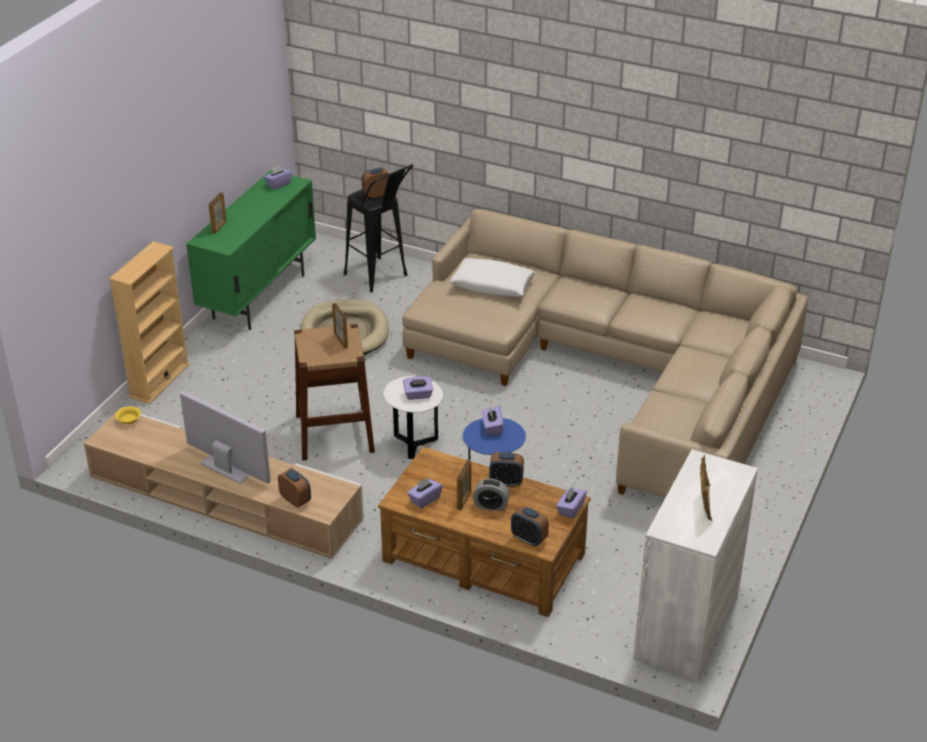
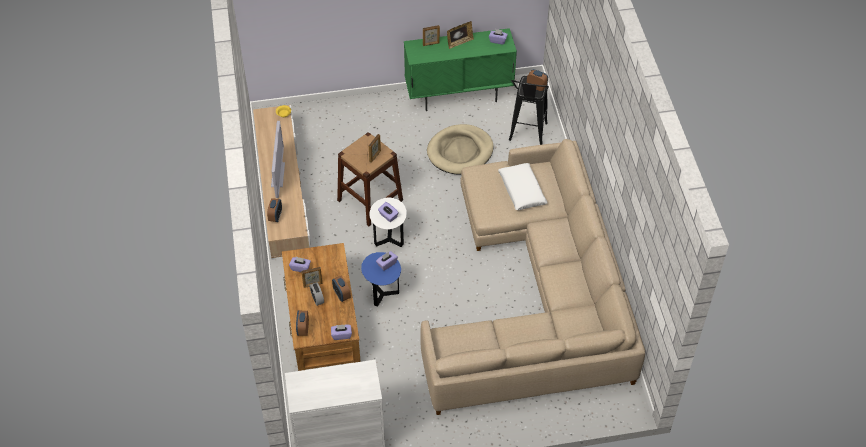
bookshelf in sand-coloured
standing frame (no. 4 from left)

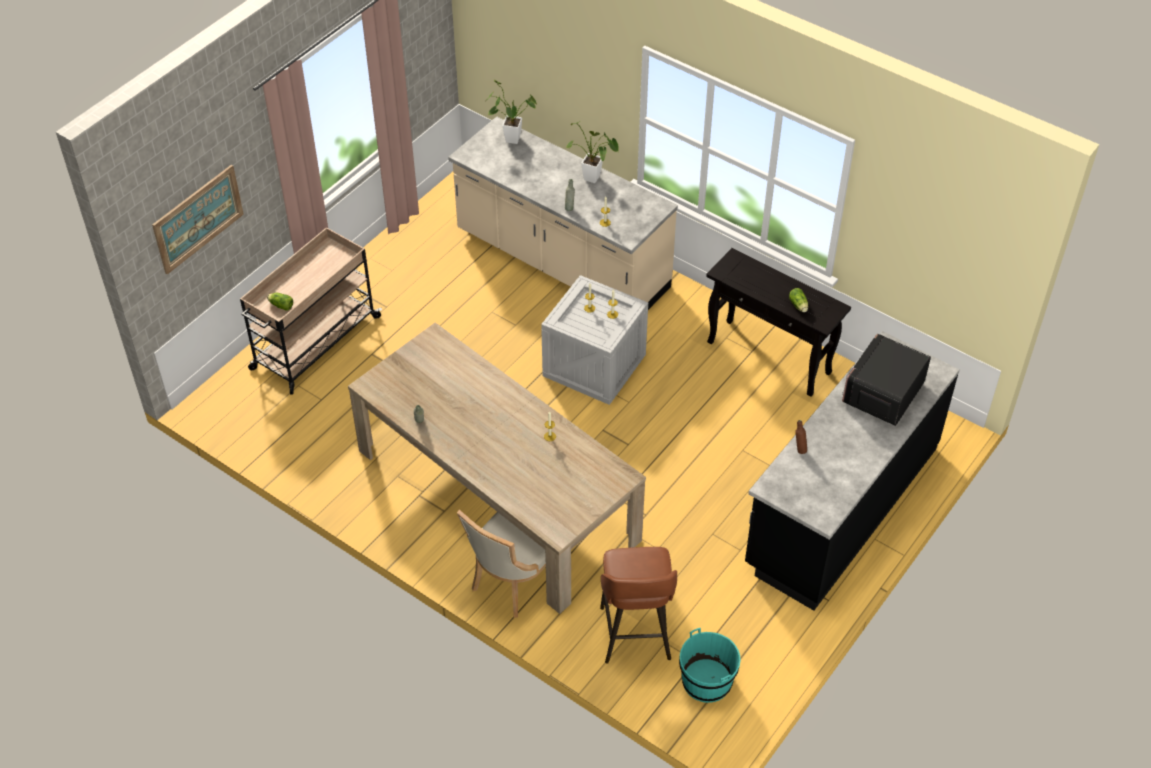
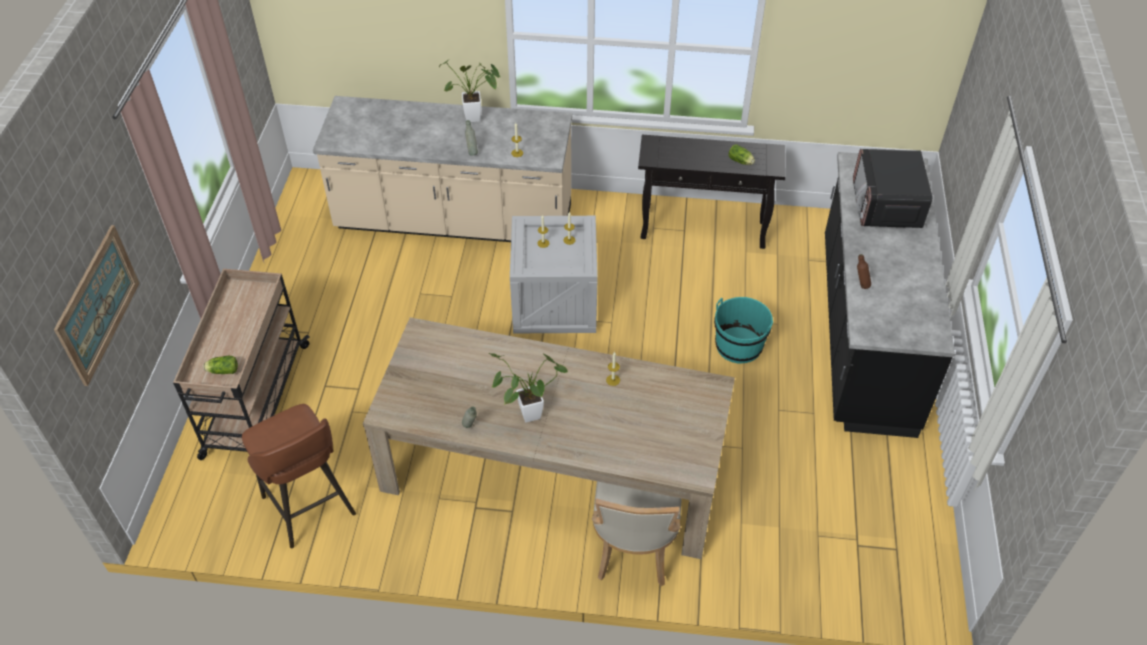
plant in a pot (no. 2 from left)
stool in brownish
bucket in turquoise-coloured

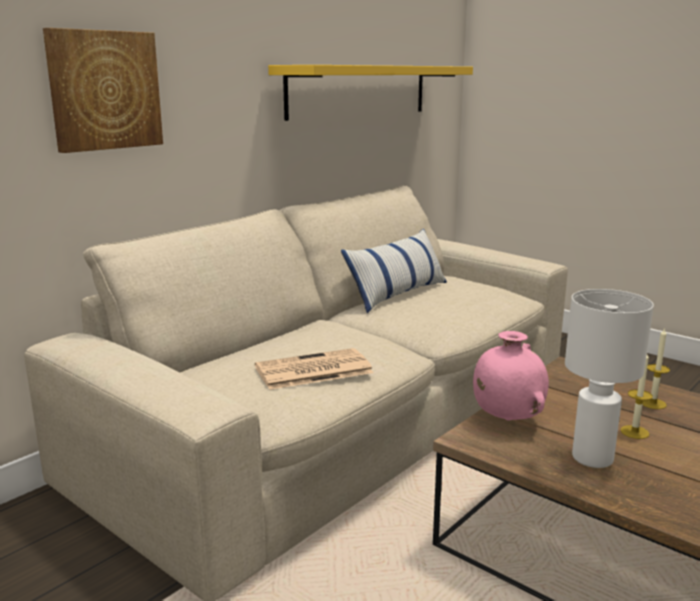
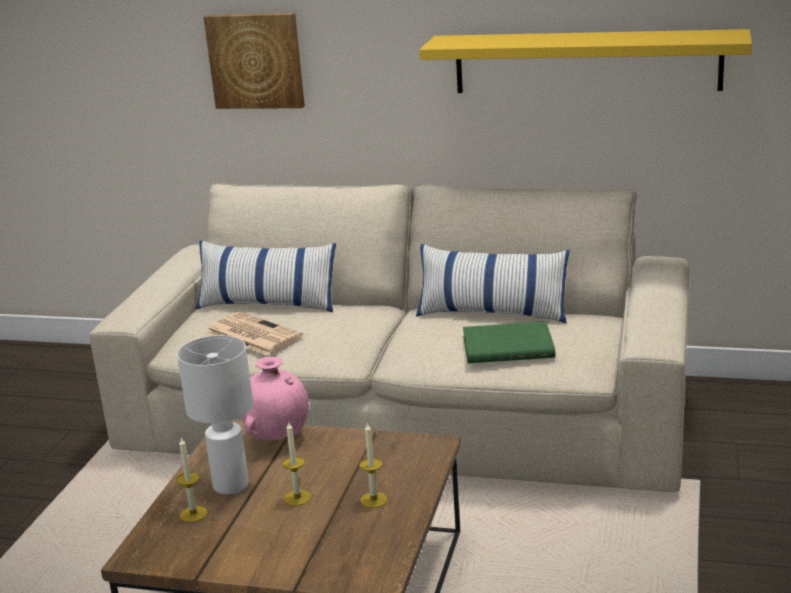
candle (no. 1 from left)
pillow (no. 1 from left)
bound book in green-coloured

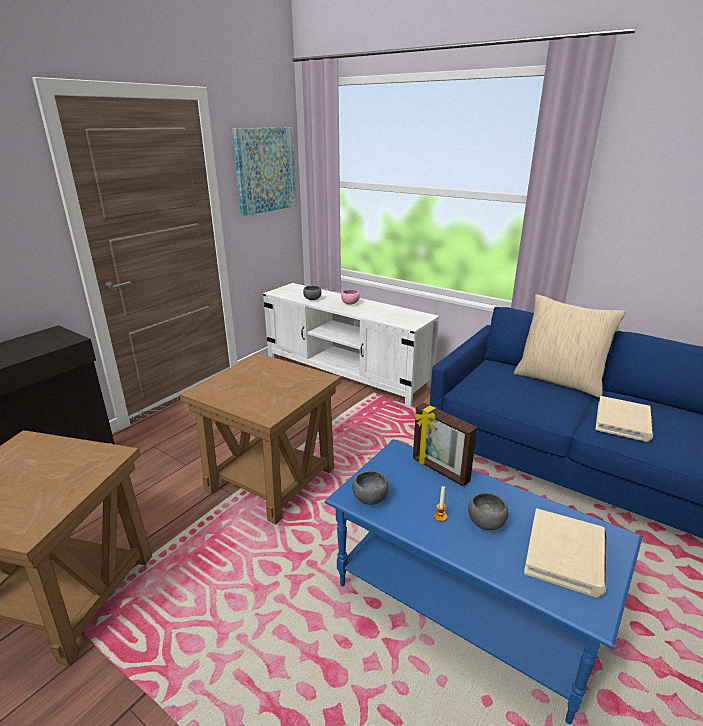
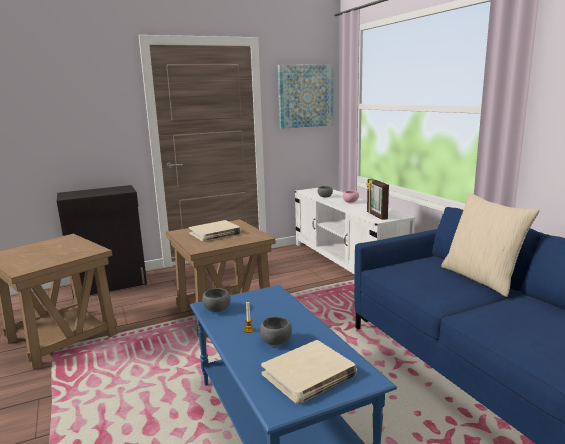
standing frame
bound book in sand-coloured (no. 1 from left)

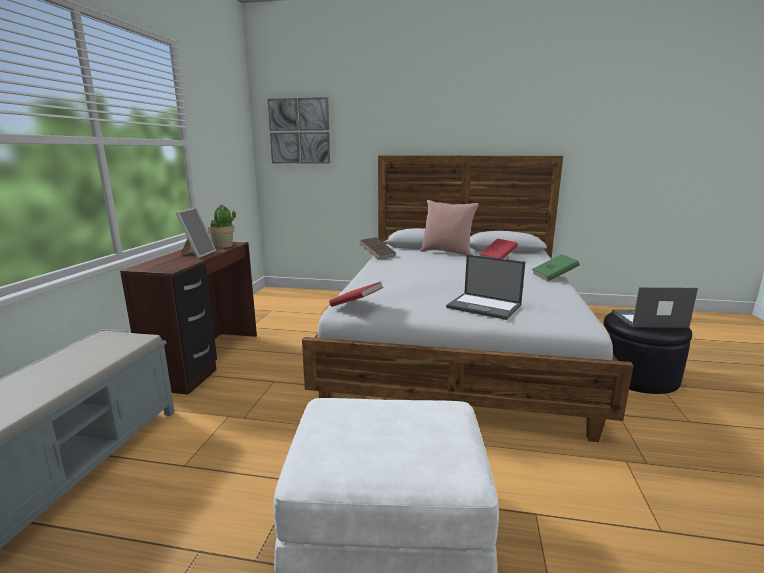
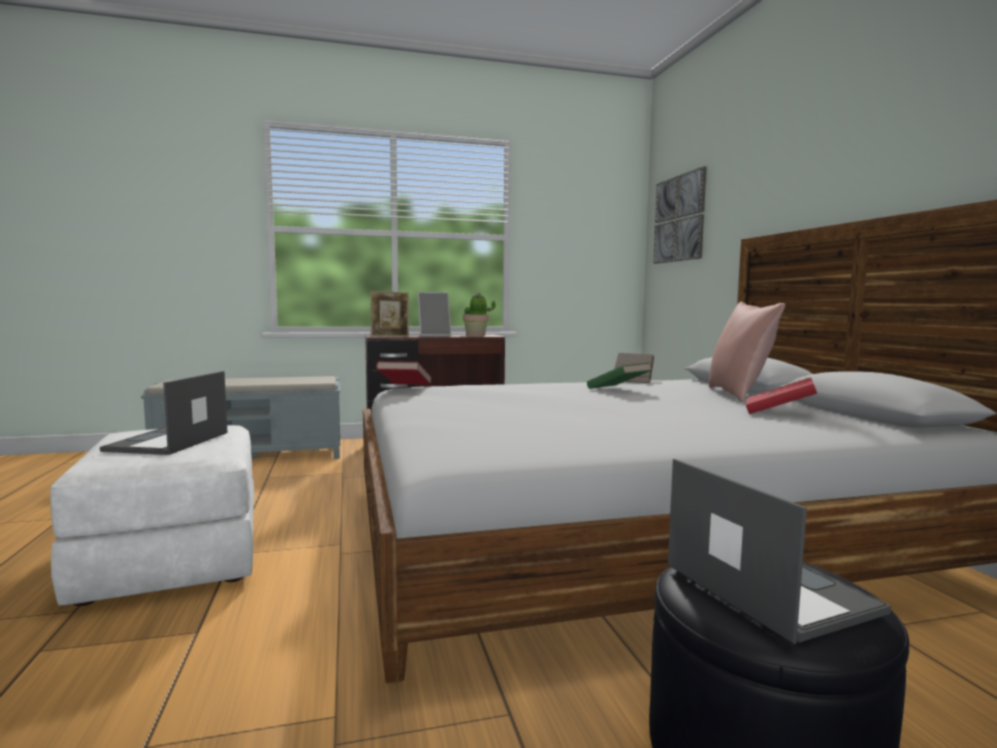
standing frame (no. 1 from left)
portable computer (no. 1 from left)
bound book in green-coloured

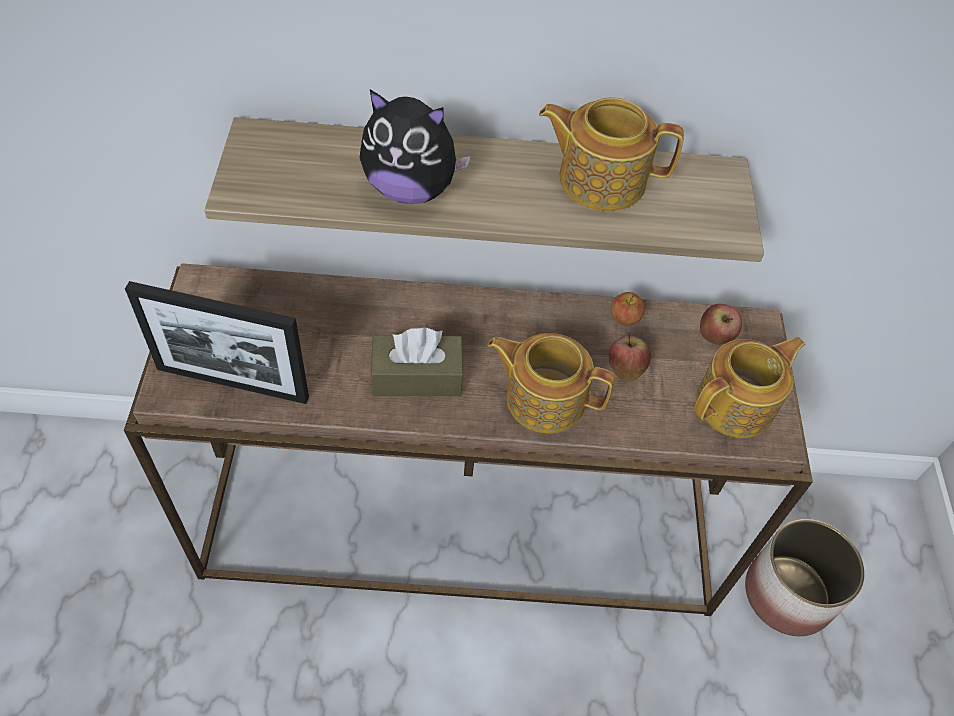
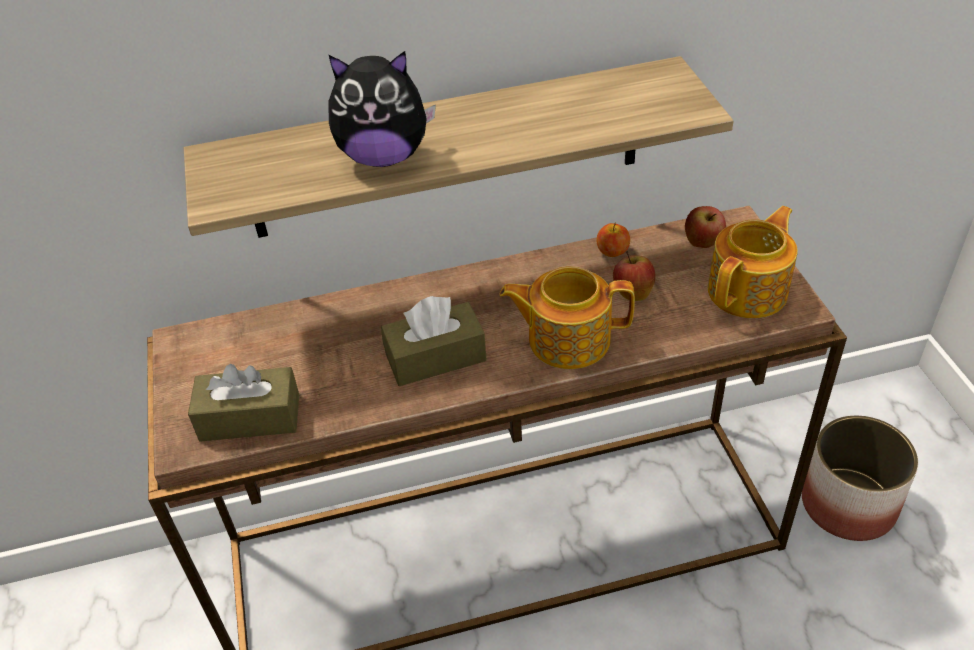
pot for tea (no. 2 from left in the first image)
tissue holder in brownish (no. 1 from left)

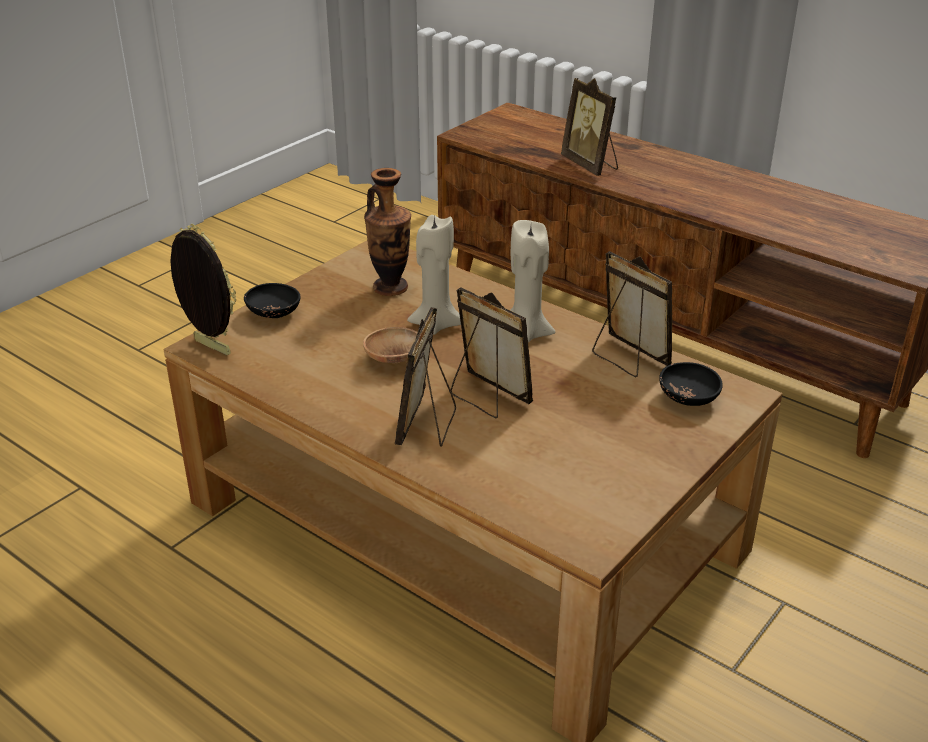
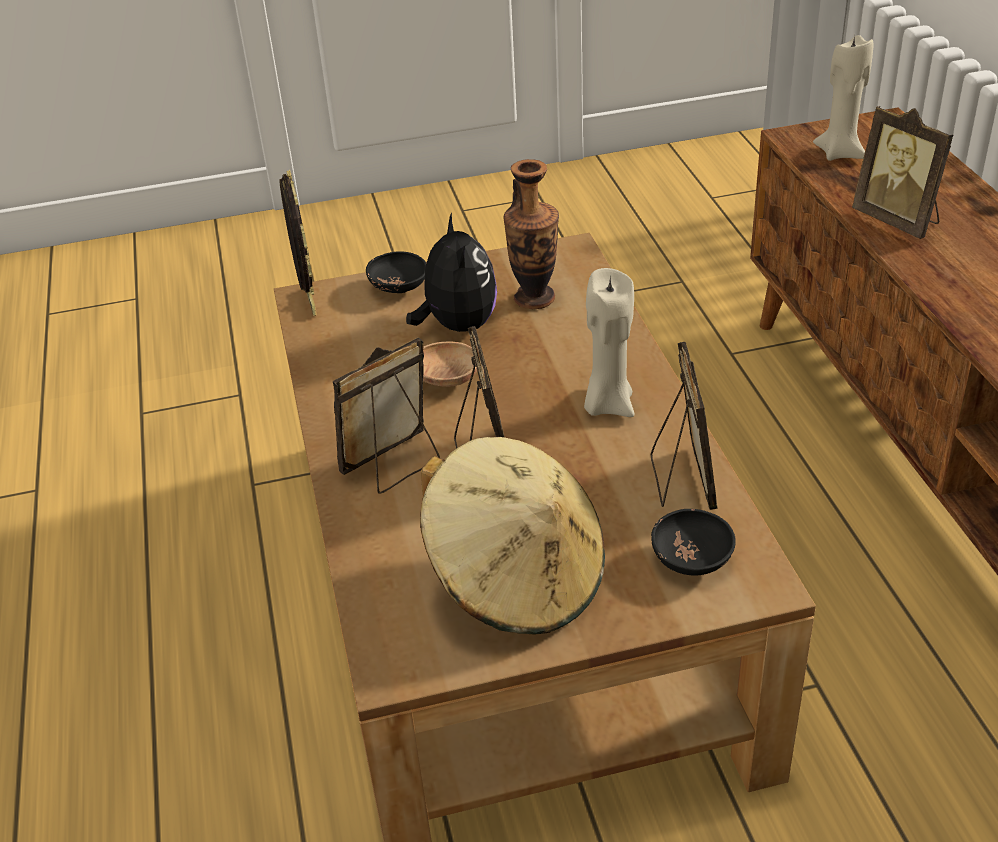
cuddly toy
clothing hat in sand-coloured
candle in sand-coloured (no. 2 from left)
standing frame (no. 5 from left)

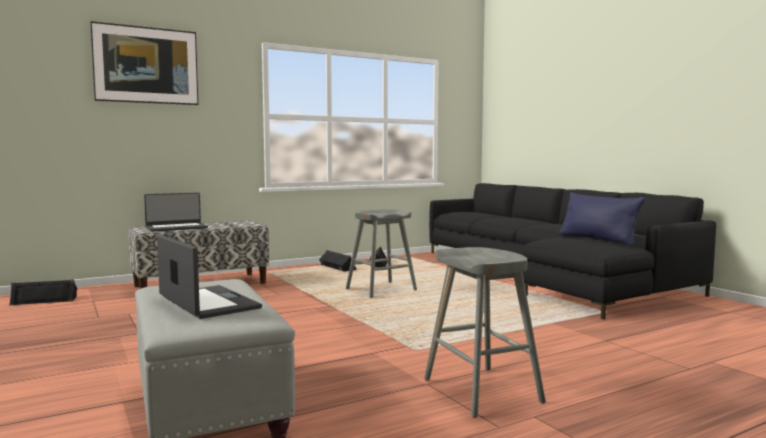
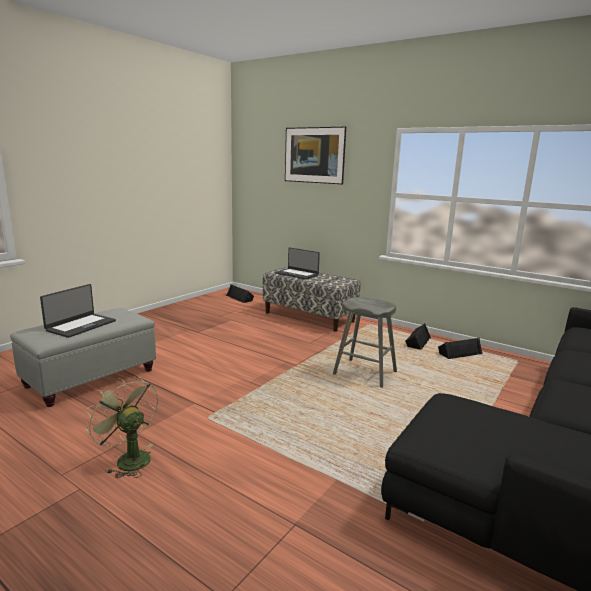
pillow in blue
cooling fan in green-coloured

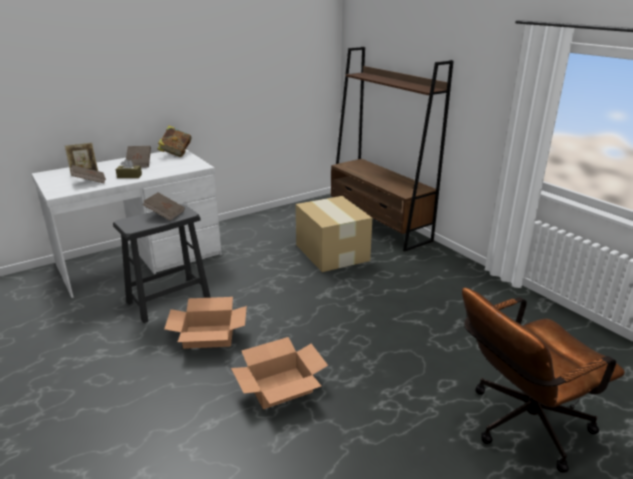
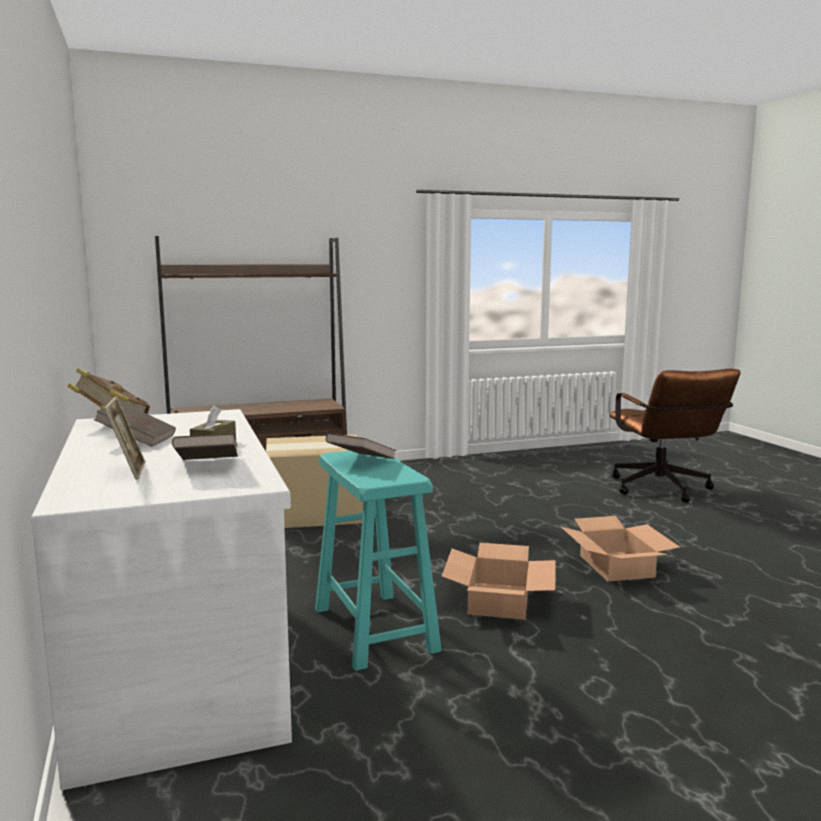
stool in turquoise-coloured

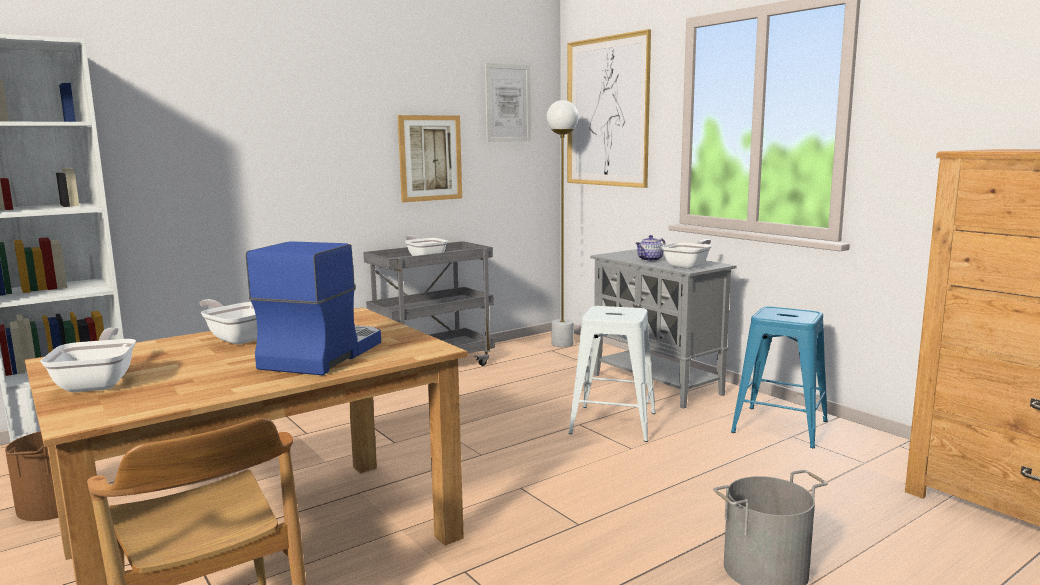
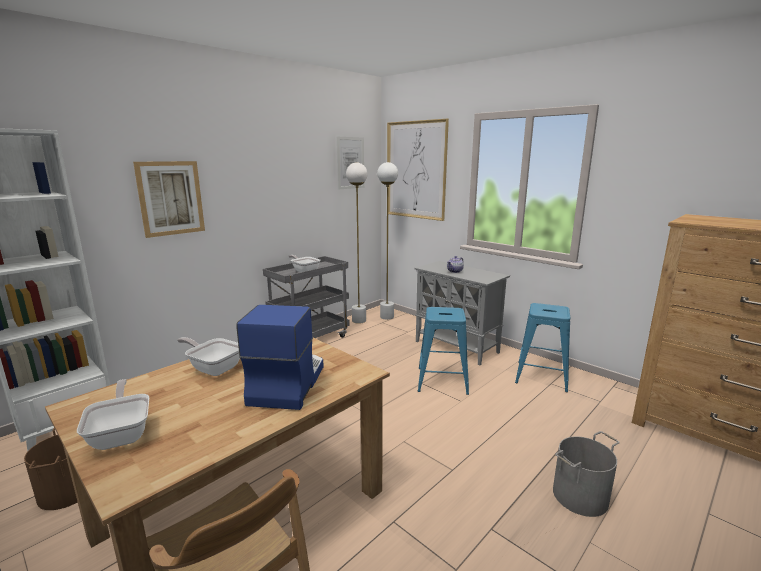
skillet (no. 4 from left in the first image)
floor lamp in white-coloured (no. 1 from left)
wall picture (no. 1 from left)
stool in blue (no. 1 from left)

